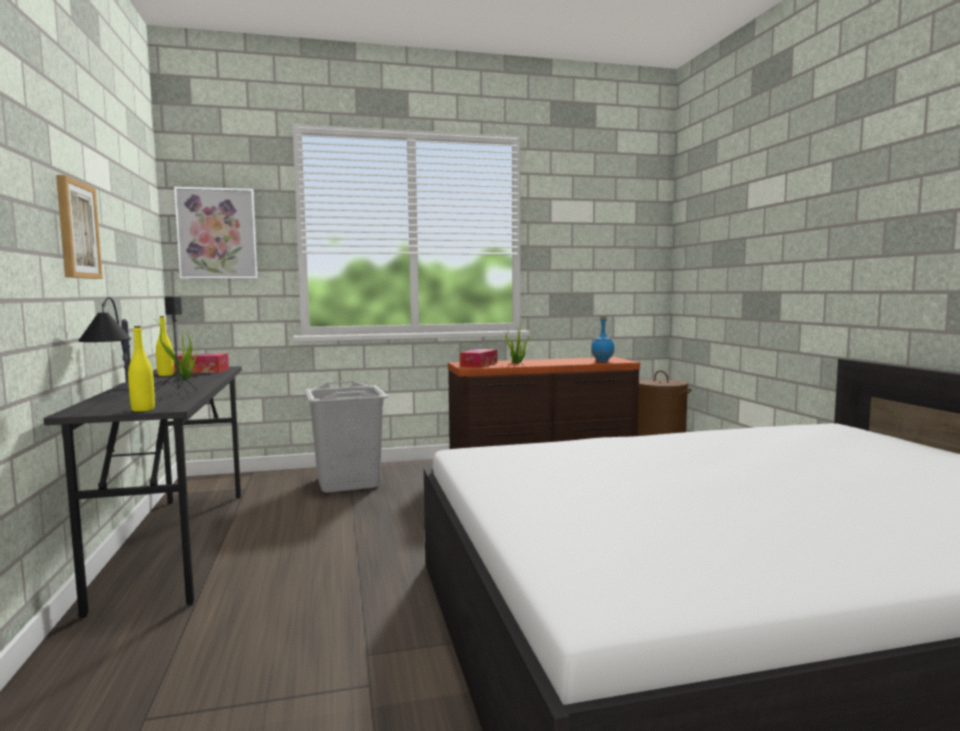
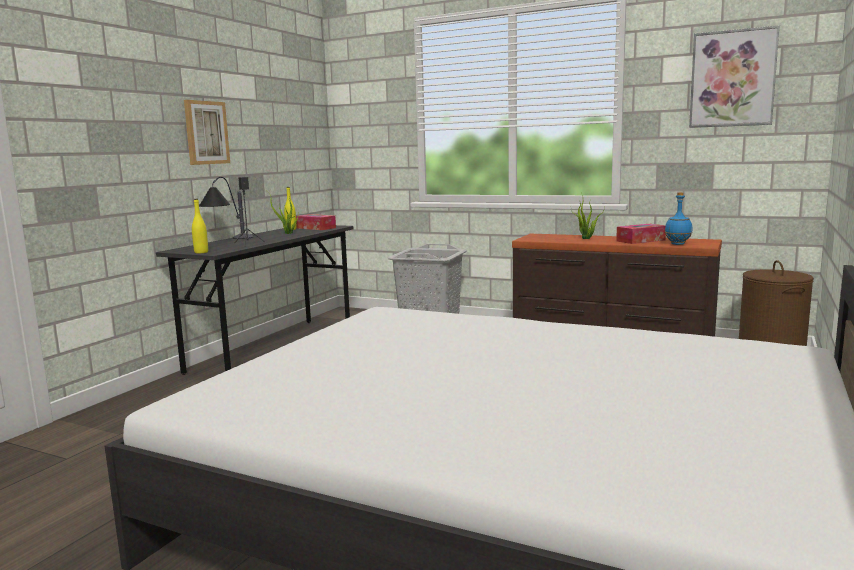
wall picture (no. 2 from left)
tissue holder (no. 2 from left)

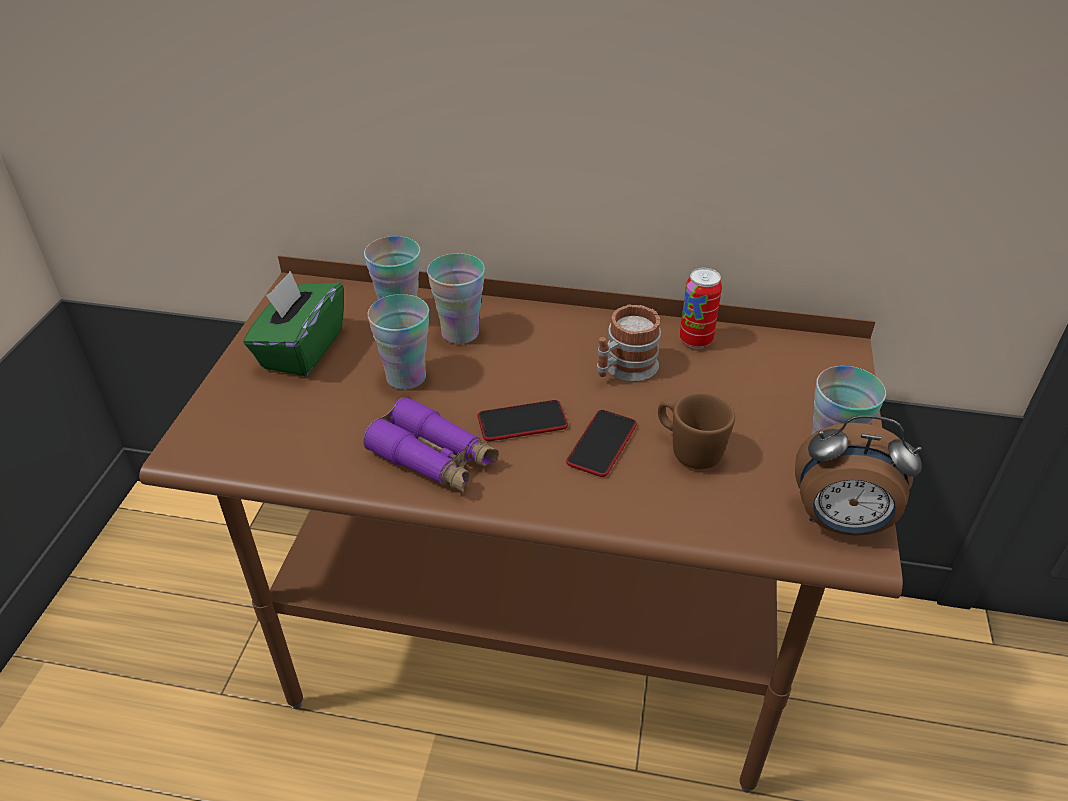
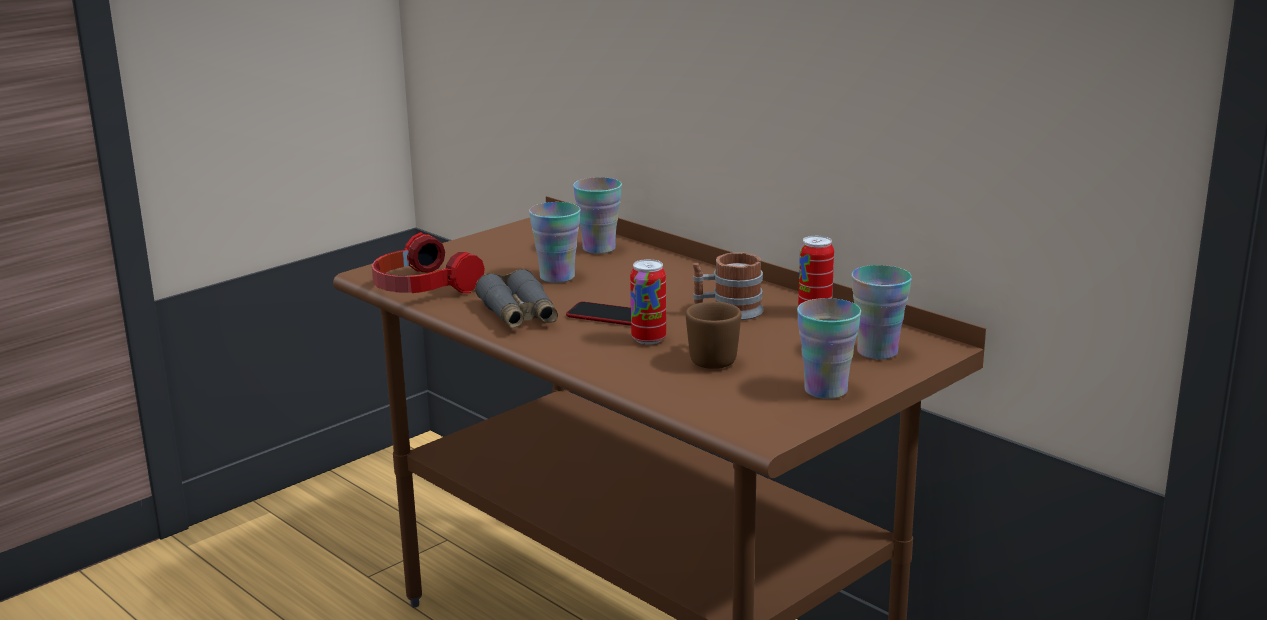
tissue holder in green-coloured
table clock
pair of headphones
cup (no. 4 from left)
metal can (no. 1 from left)
binoculars in greyish

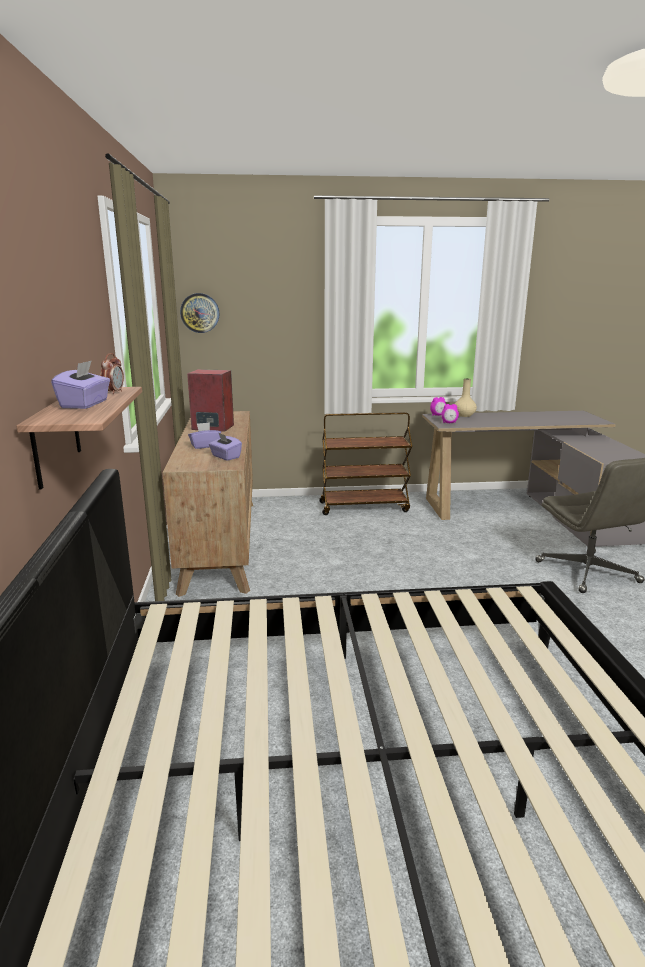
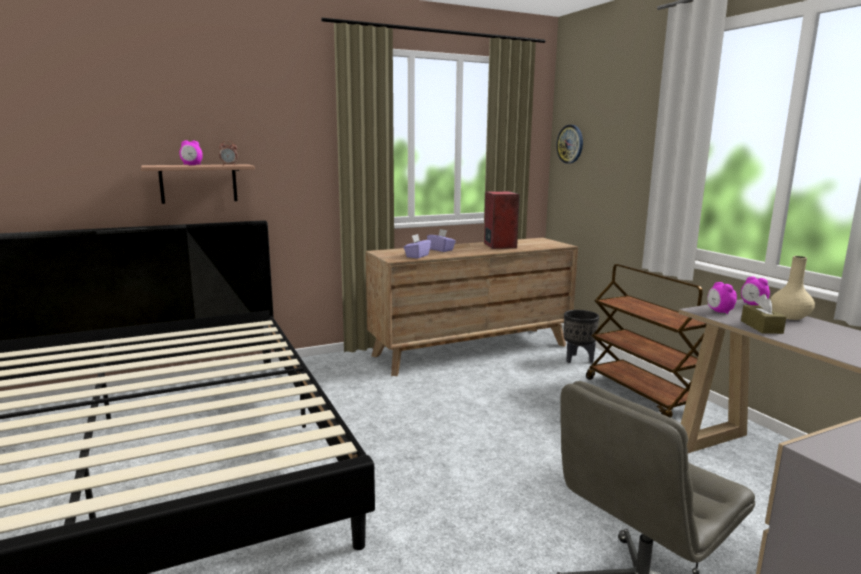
plant pot in black
tissue holder in brownish
table clock (no. 1 from left)

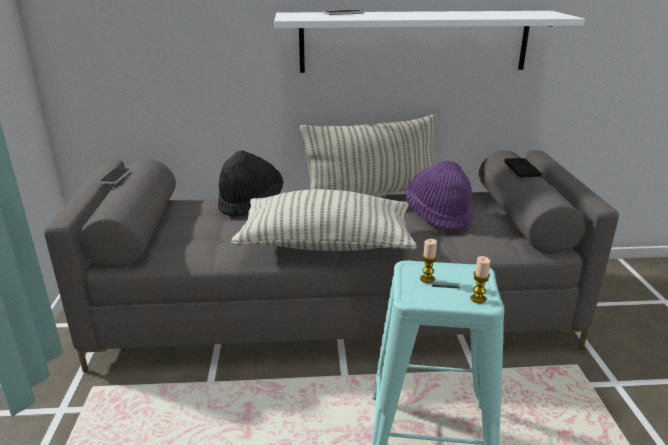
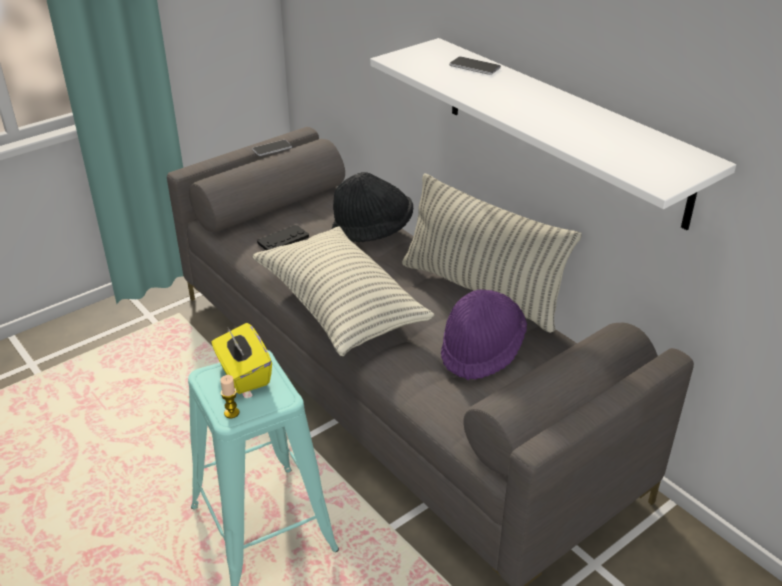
gamepad in black
tissue holder in yellow

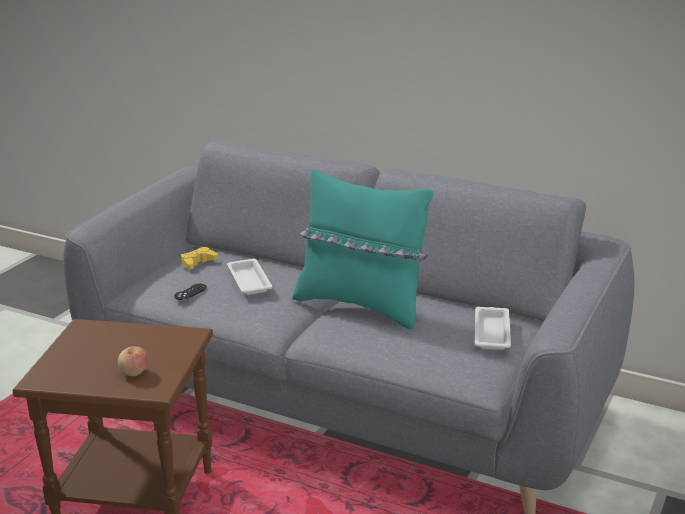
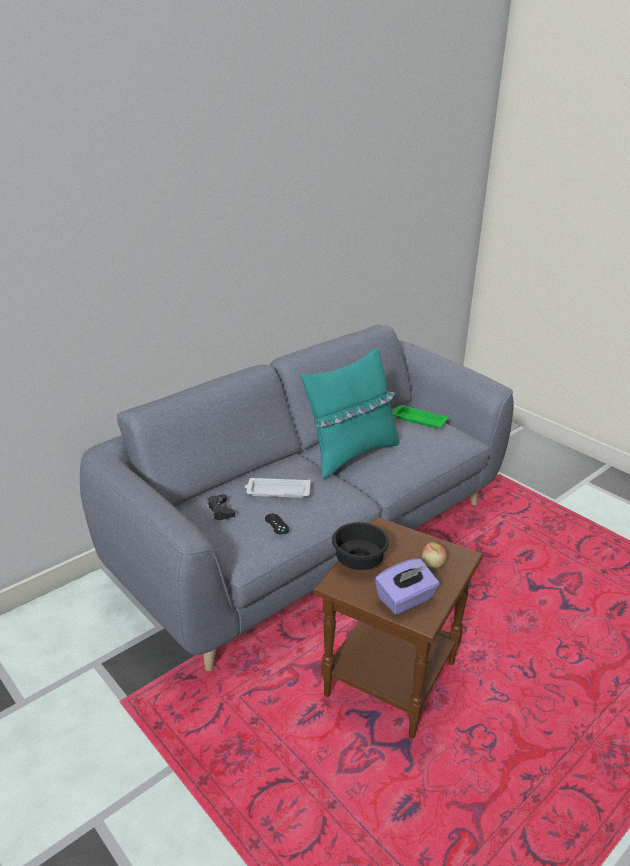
serving bowl in black
tissue holder in purple
gamepad in black (no. 1 from left)
serving tray in green-coloured

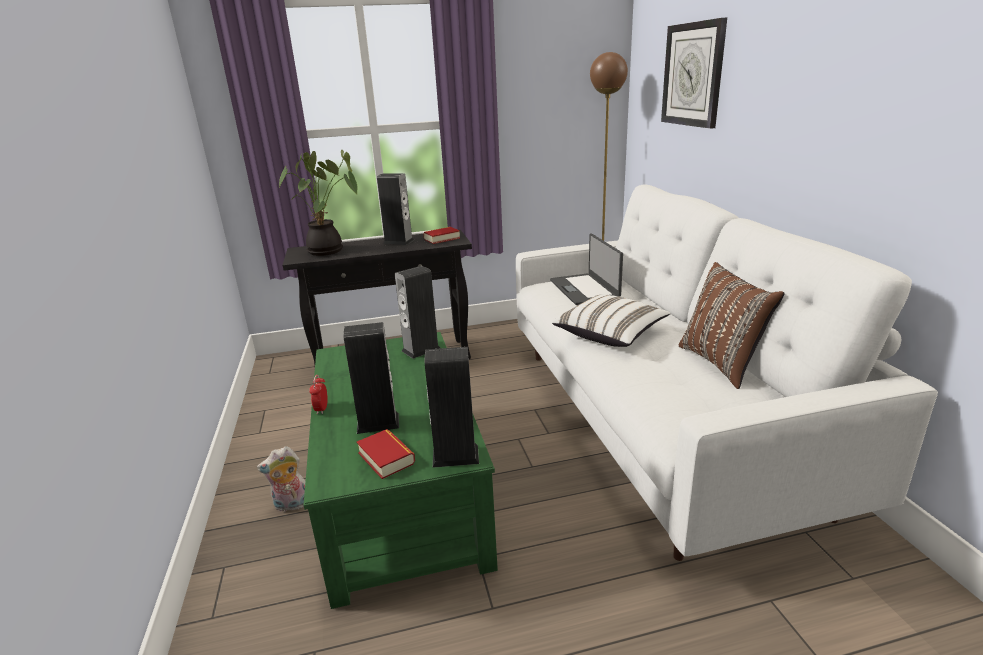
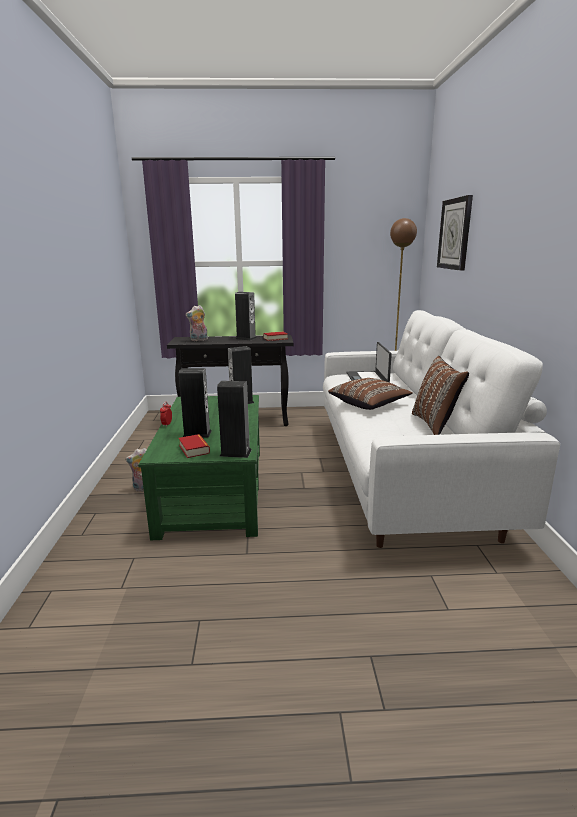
cuddly toy (no. 2 from left)
pillow in brownish (no. 1 from left)

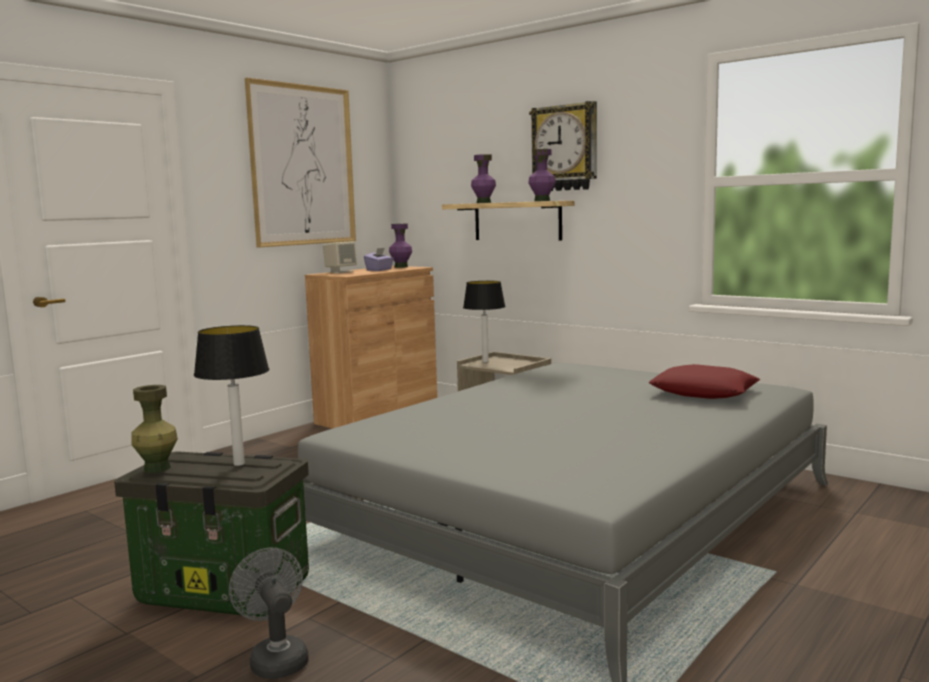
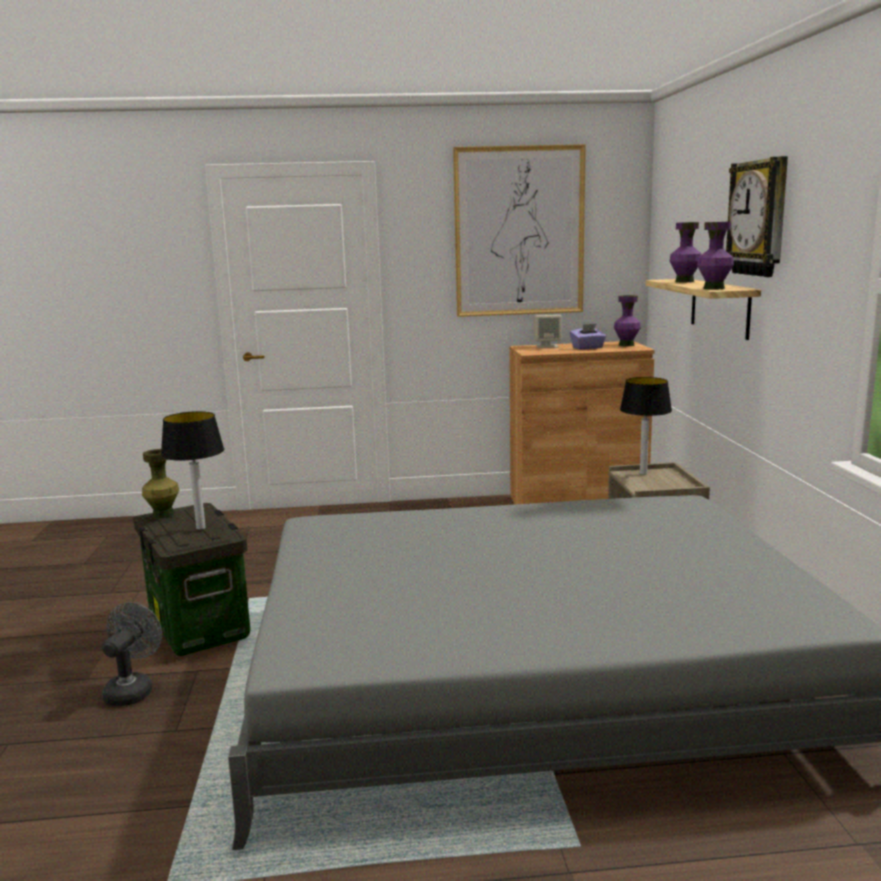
pillow in red-coloured

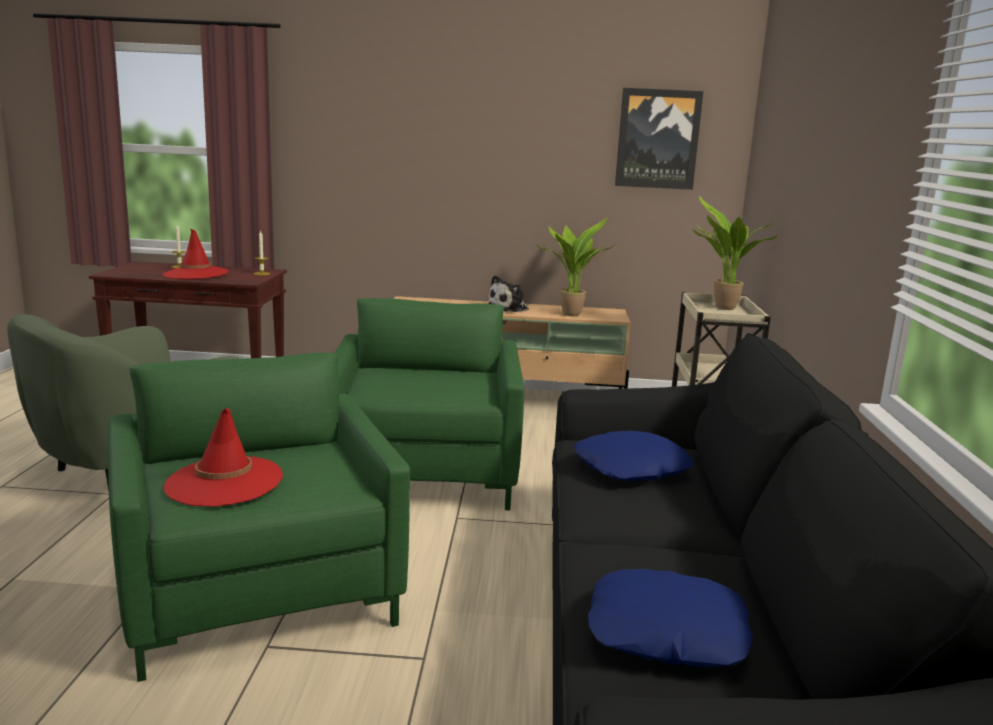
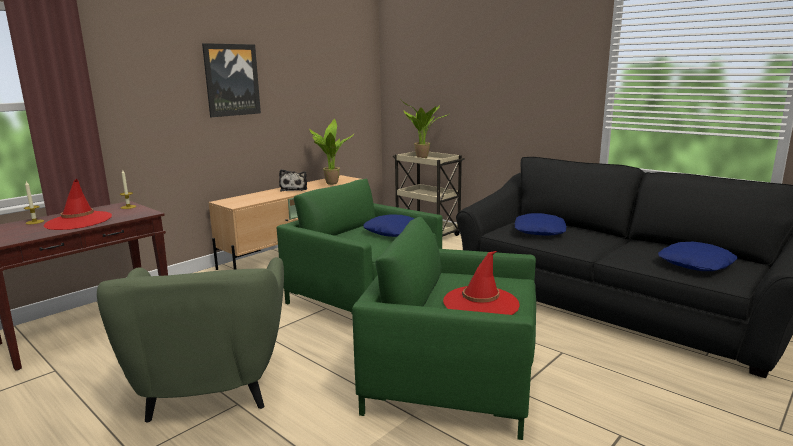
pillow in blue (no. 1 from left)
wall picture

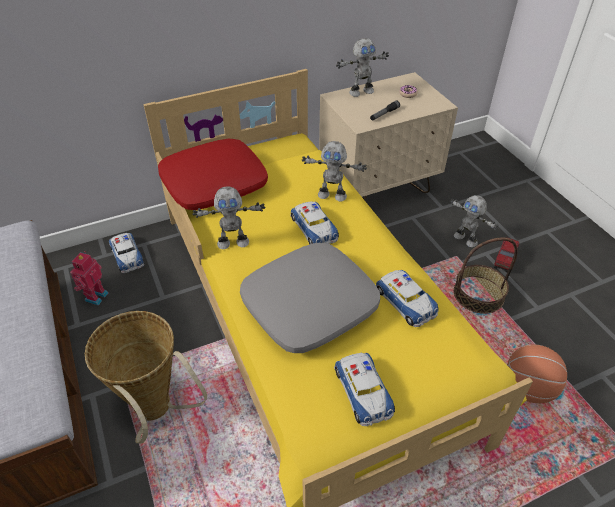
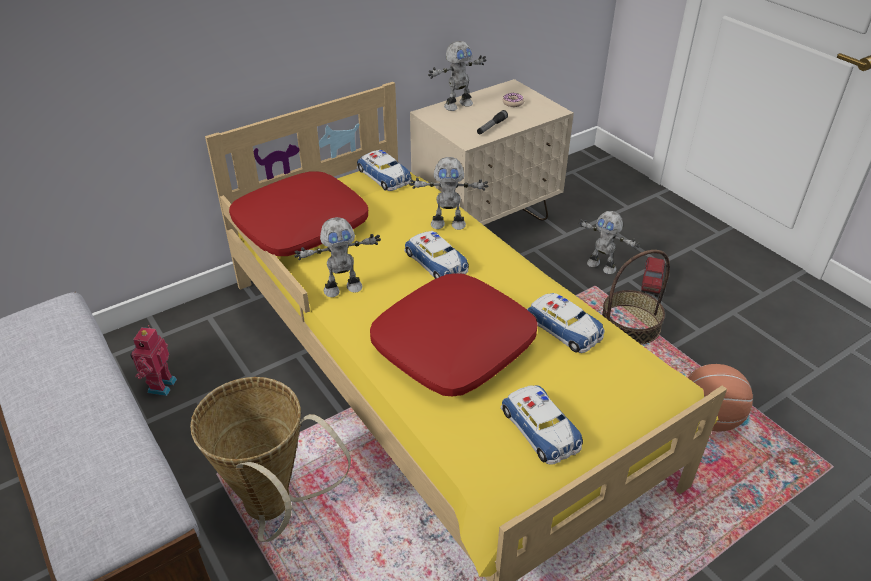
model car (no. 1 from left)
pillow in red-coloured (no. 2 from left)

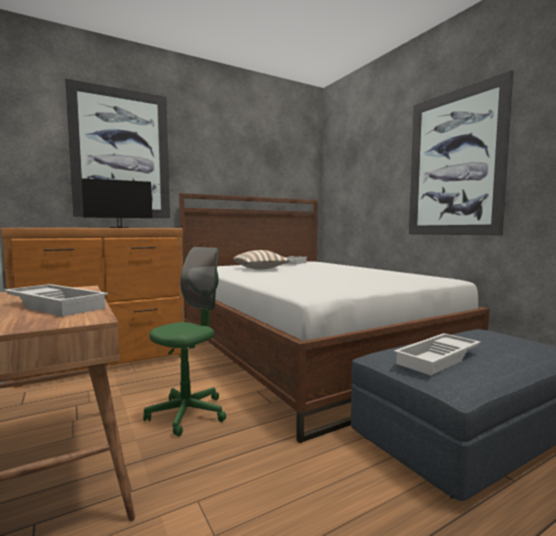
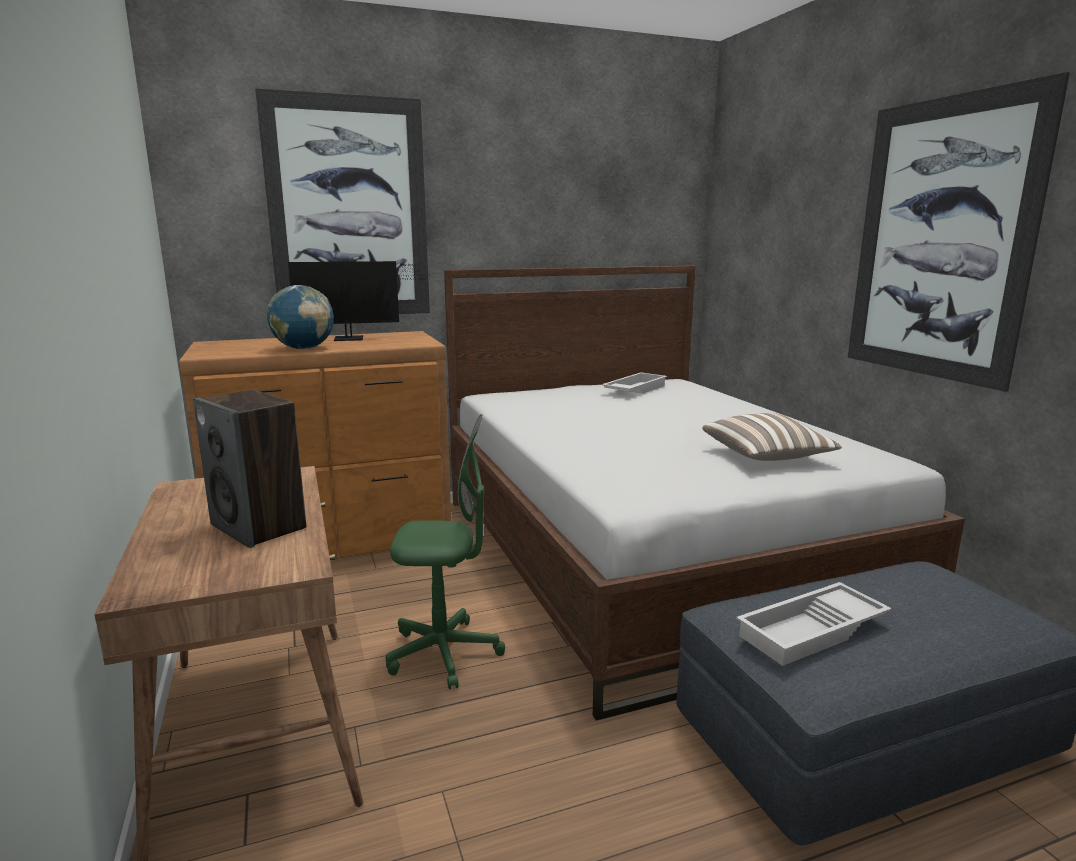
world globe
pillow
audio speaker
desk chair in green-coloured

